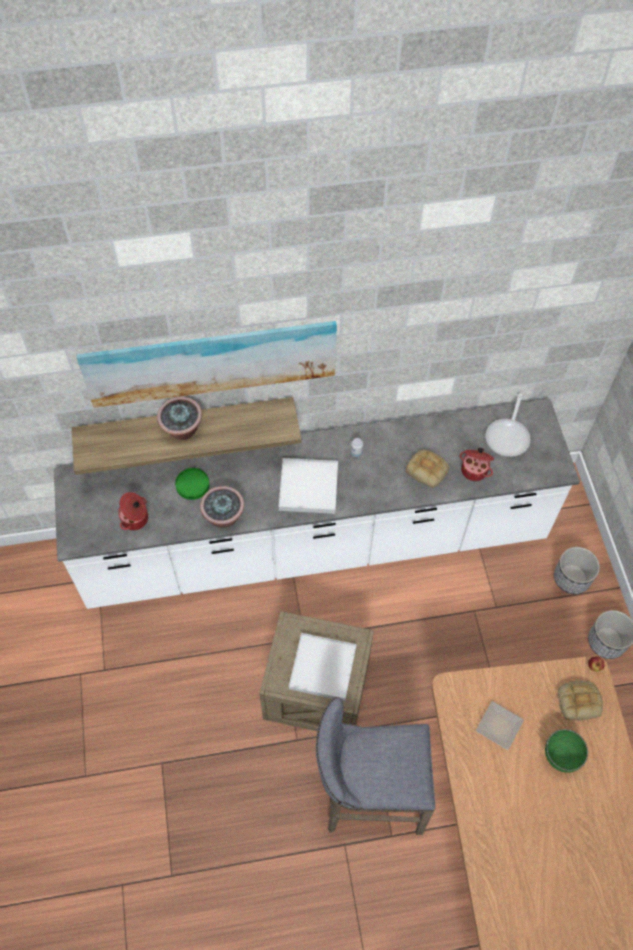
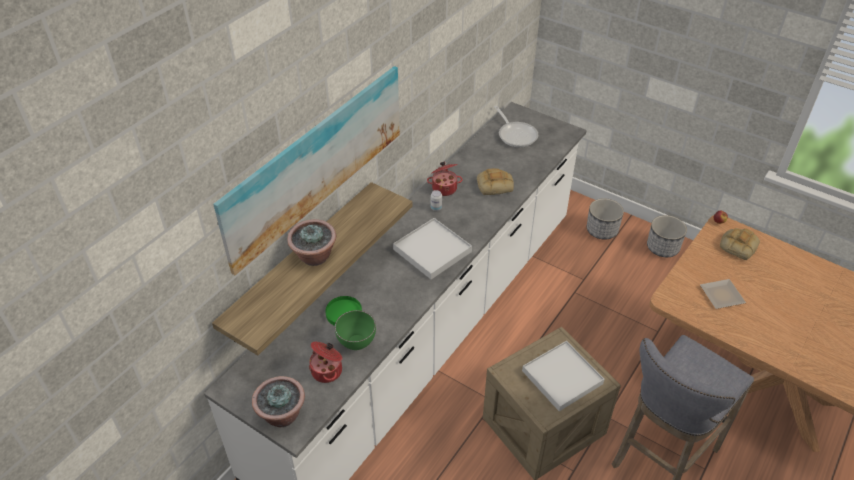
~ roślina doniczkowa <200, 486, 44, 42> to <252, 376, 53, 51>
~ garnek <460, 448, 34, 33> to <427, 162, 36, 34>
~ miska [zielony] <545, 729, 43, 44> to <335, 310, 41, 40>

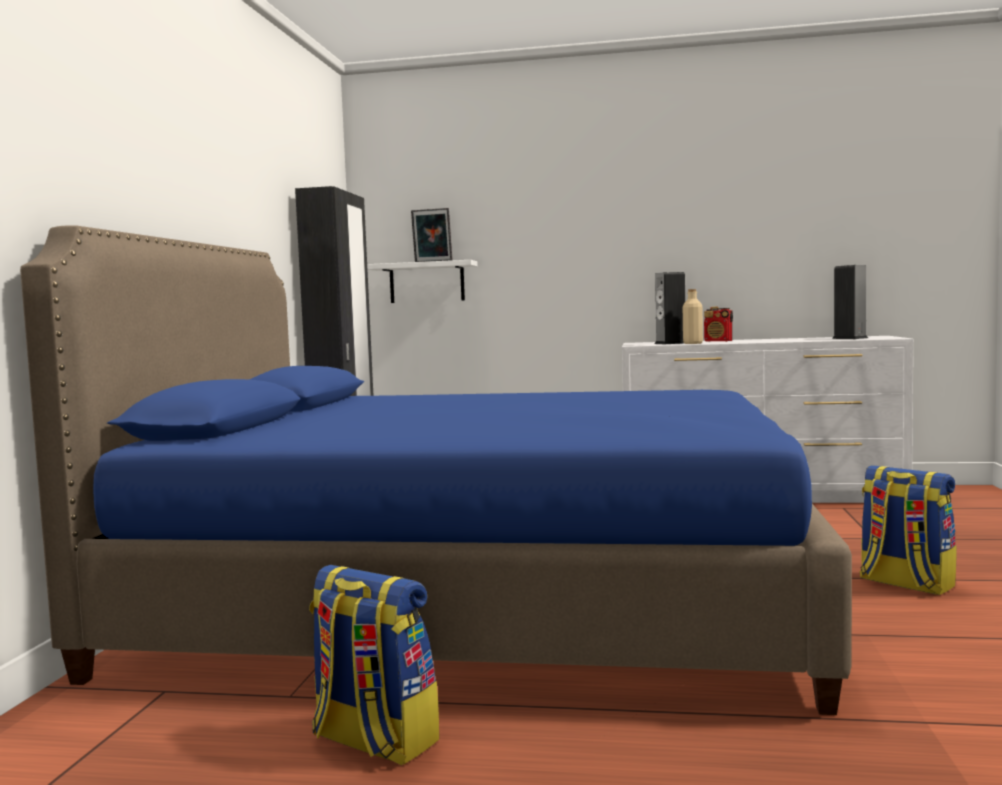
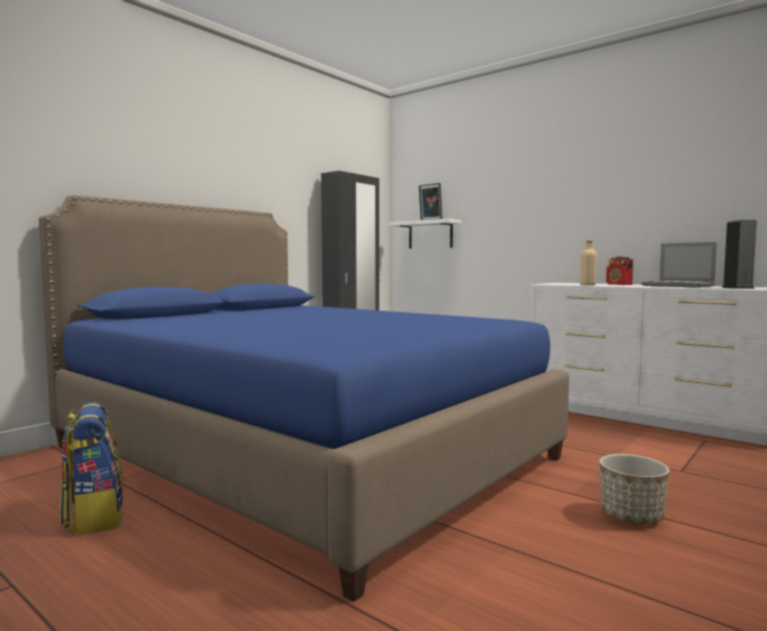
- głośnik <654, 272, 31, 72>
+ laptop <641, 242, 76, 45>
~ plecak <860, 465, 96, 130> to donica <599, 454, 71, 71>

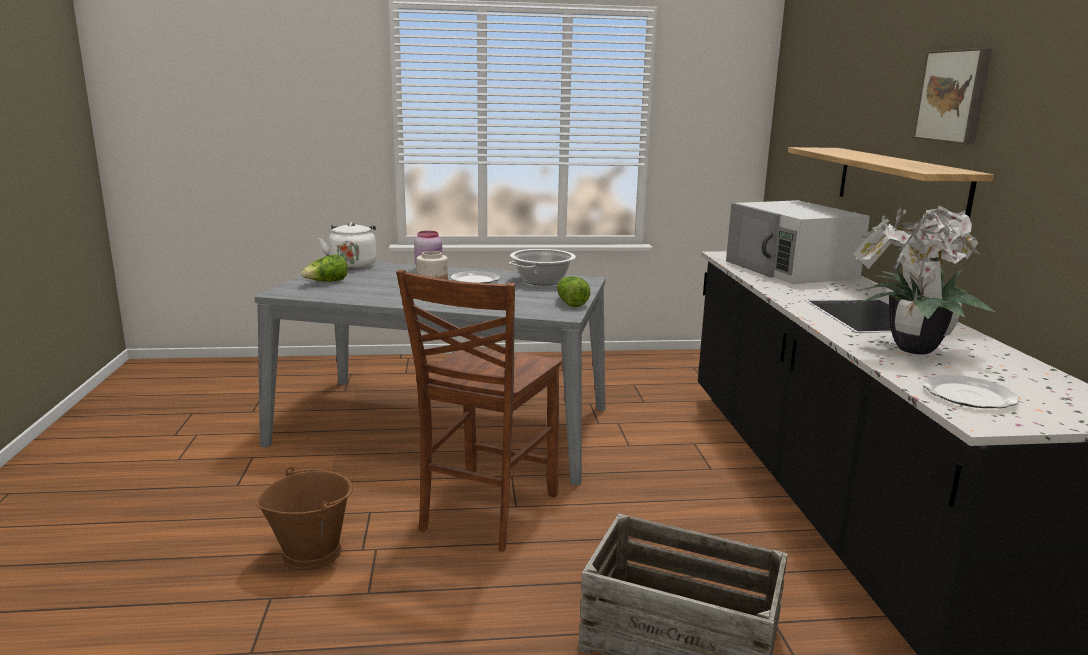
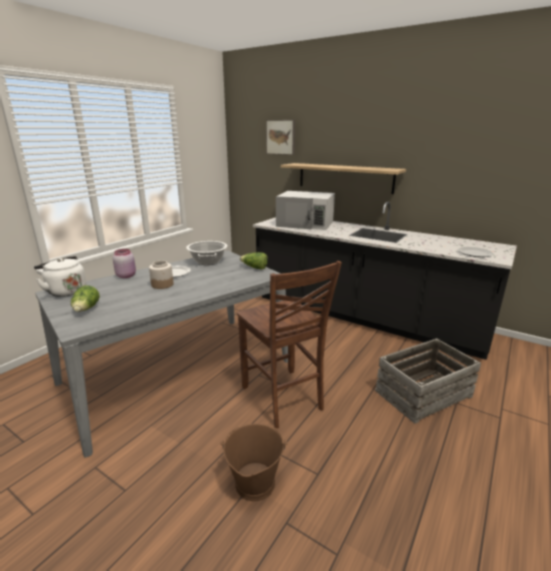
- roślina doniczkowa <854, 205, 141, 150>
~ obraz <913, 48, 79, 96> to <266, 120, 29, 35>

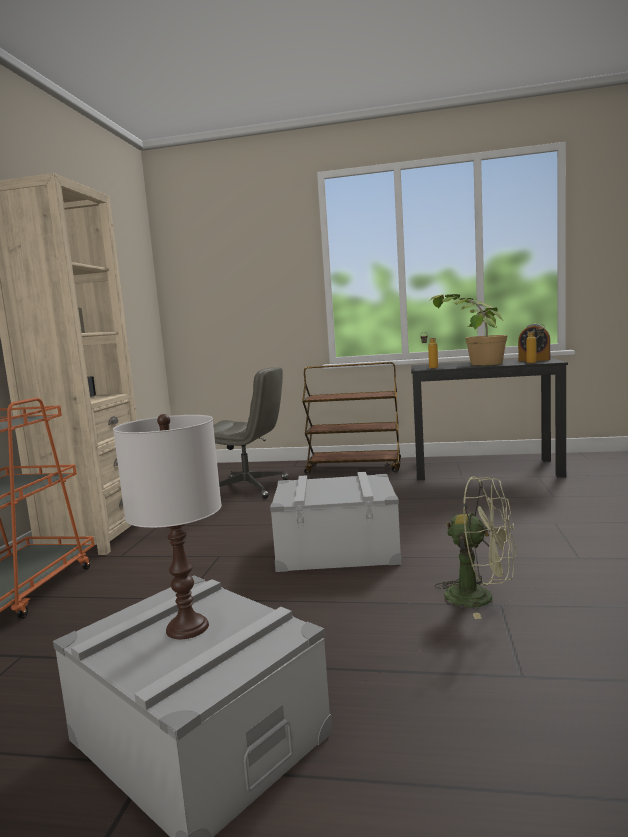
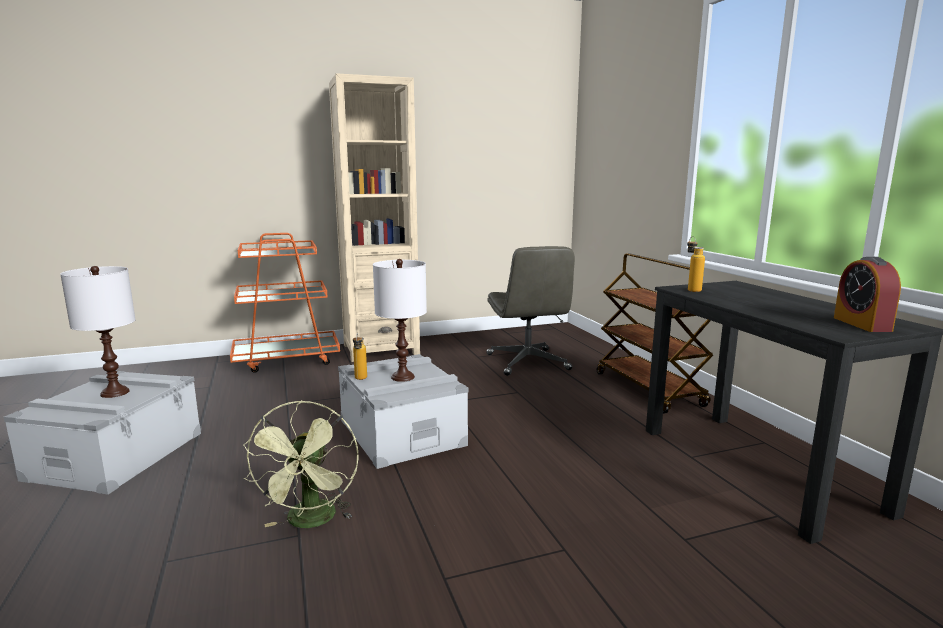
- roślina doniczkowa <429, 294, 78, 72>
+ lampa stołowa [biały] <373, 259, 54, 123>
~ butelka <526, 324, 19, 39> to <353, 333, 14, 47>

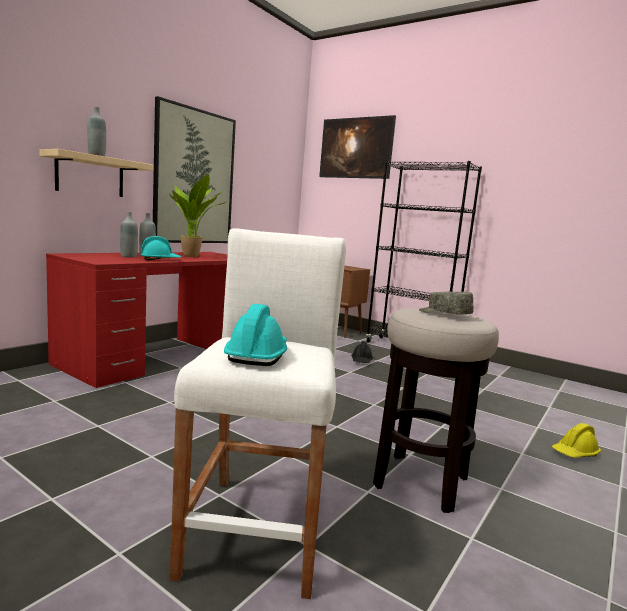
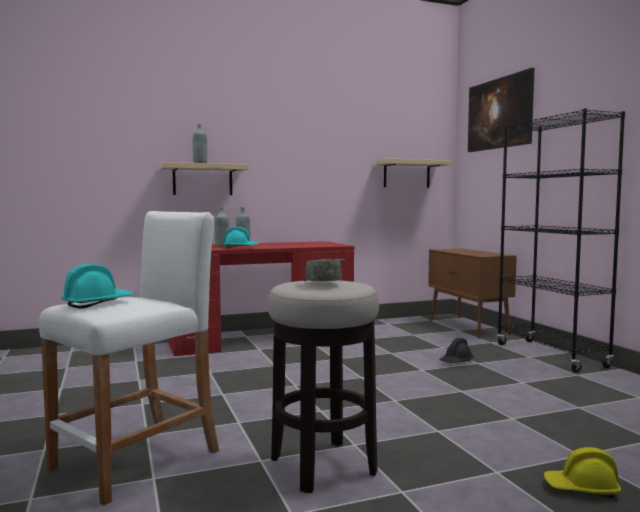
- obraz <153, 96, 83, 147>
- roślina doniczkowa <169, 174, 58, 83>
+ półka [beżowy] <375, 158, 76, 30>

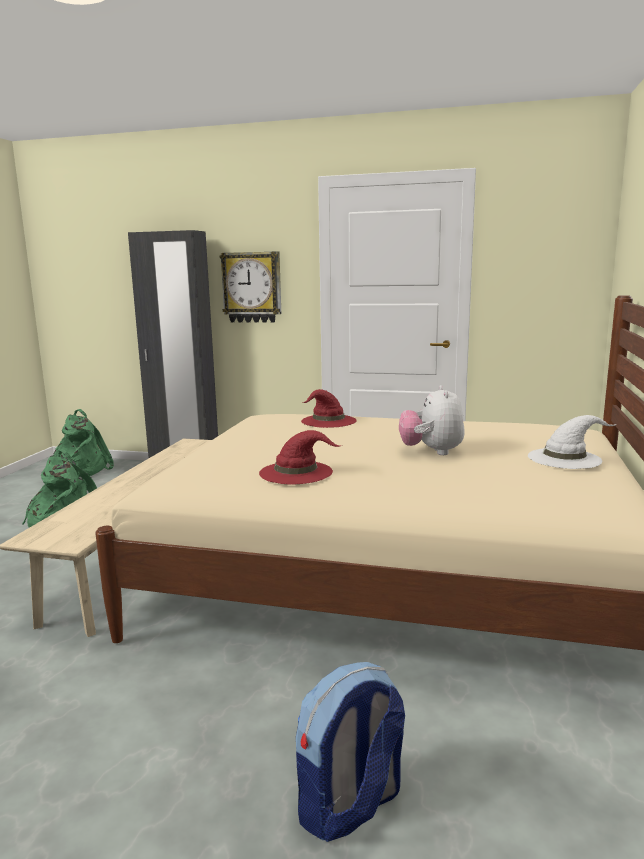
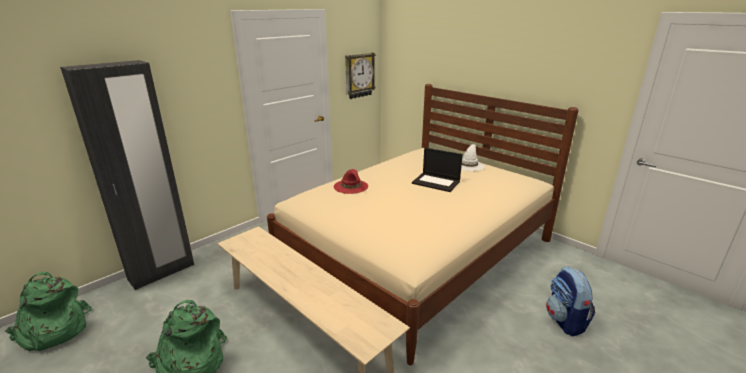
- kapelusz [czerwony] <259, 430, 83, 55>
~ zegar ścienny <220, 252, 61, 71> to <345, 52, 31, 47>
~ pluszak <399, 385, 66, 70> to laptop <412, 148, 51, 44>

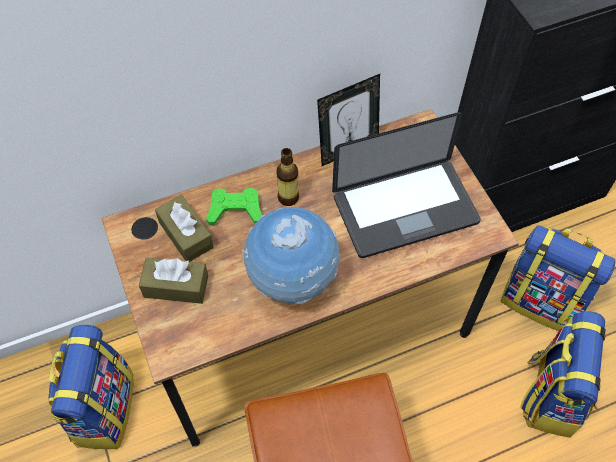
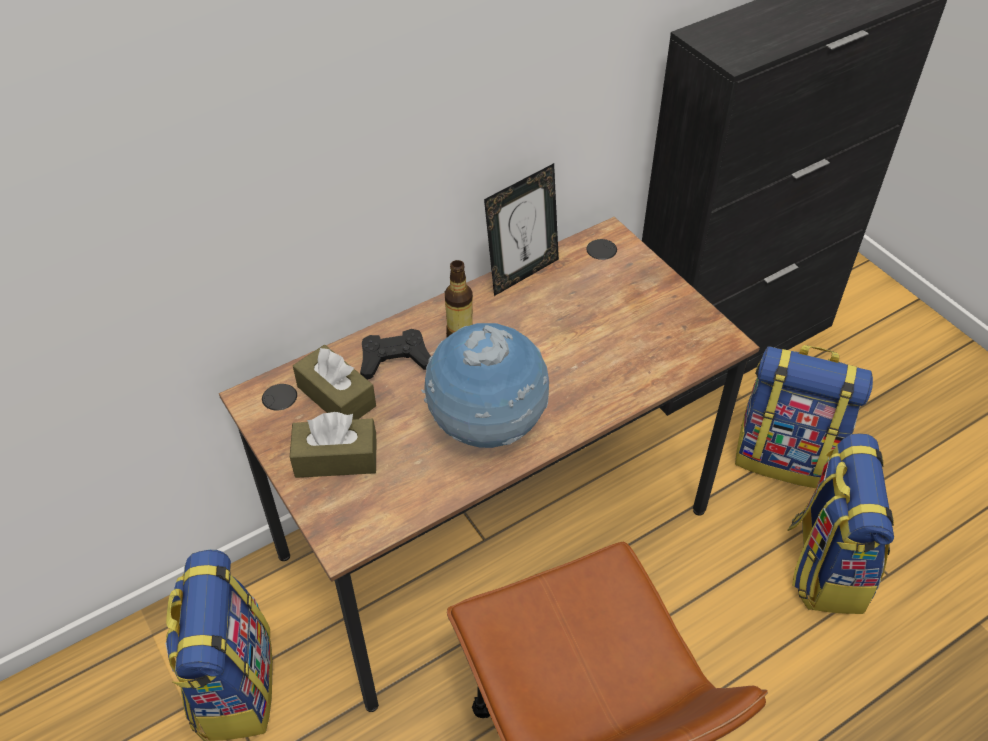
- laptop <332, 112, 149, 146>
~ pad do gier [zielony] <206, 188, 56, 37> to pad do gier [czarny] <360, 329, 71, 51>

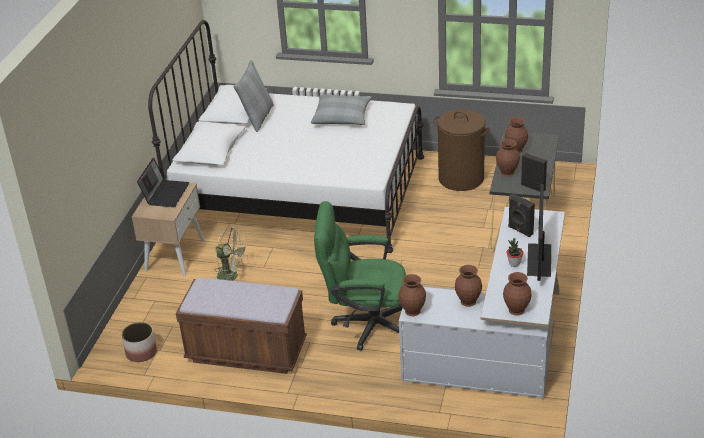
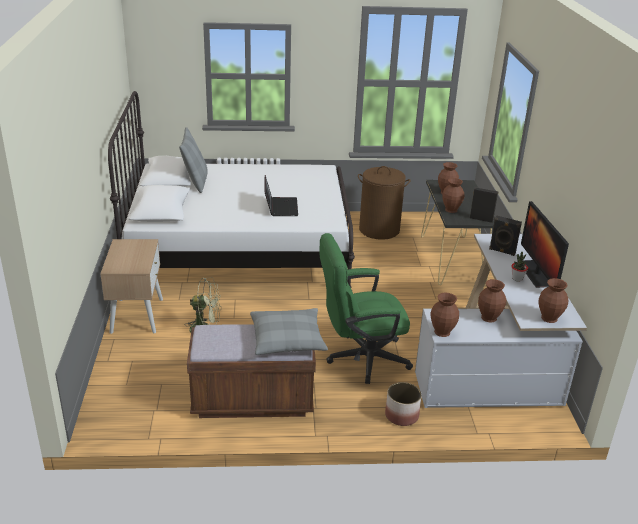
~ donica <122, 322, 35, 40> to <385, 382, 37, 44>
~ laptop <137, 158, 52, 49> to <265, 175, 33, 41>
~ poduszka [szary] <311, 95, 61, 30> to <250, 308, 78, 47>

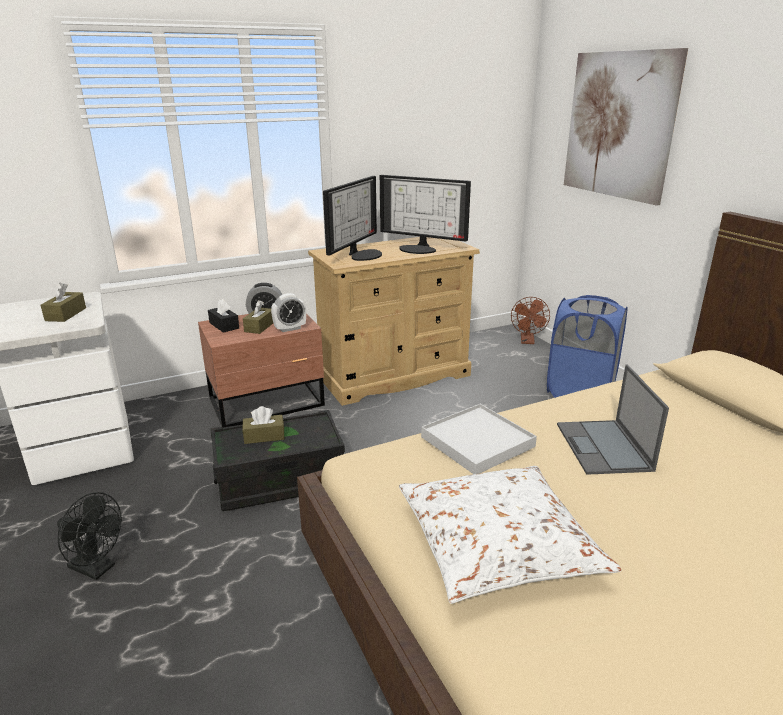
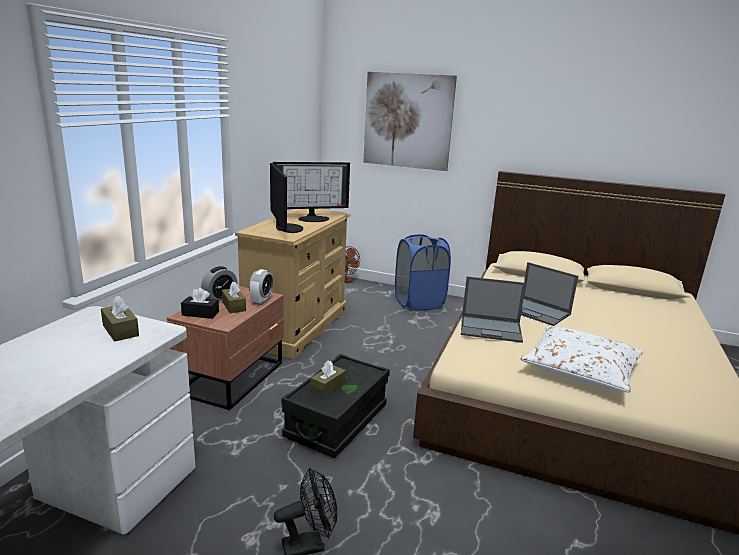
~ taca [biały] <421, 404, 116, 70> to laptop <461, 276, 65, 67>

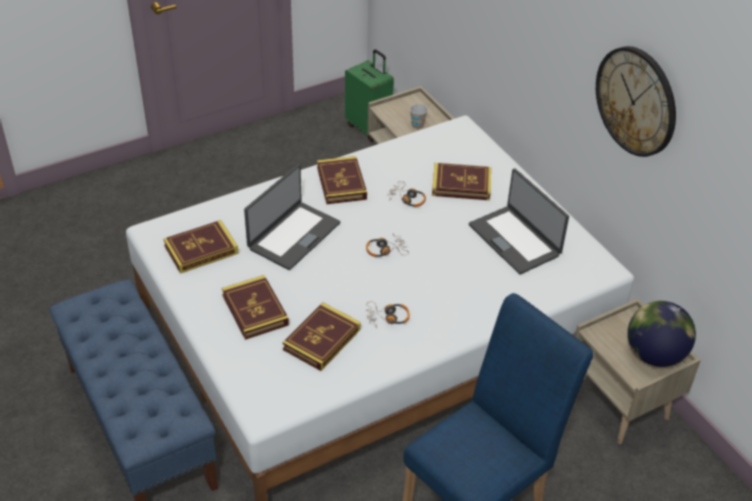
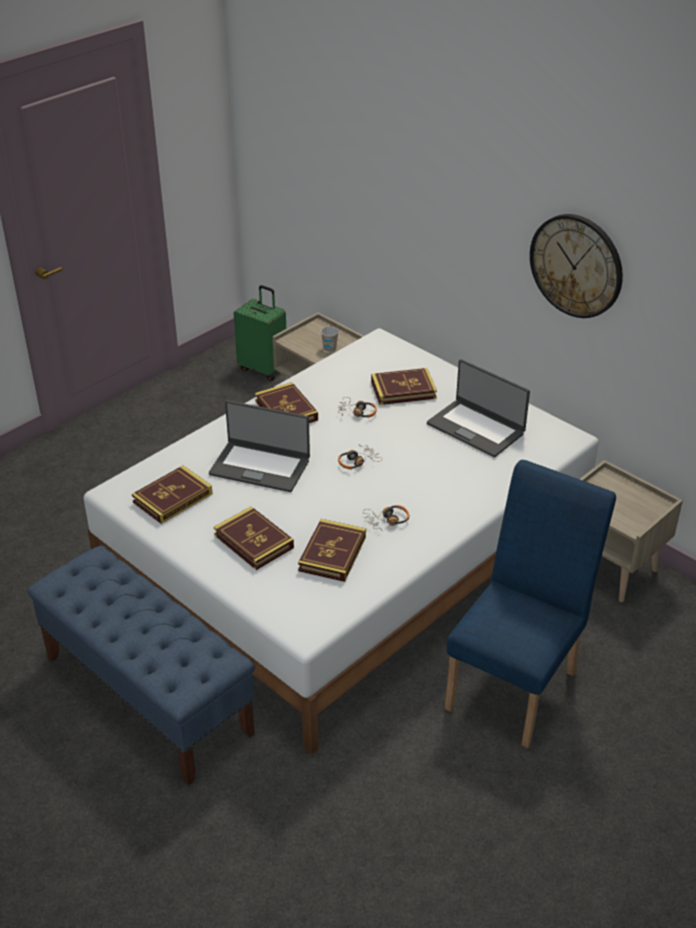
- globus <628, 301, 68, 66>
~ laptop <244, 164, 96, 106> = <209, 400, 101, 92> 90 degrees clockwise

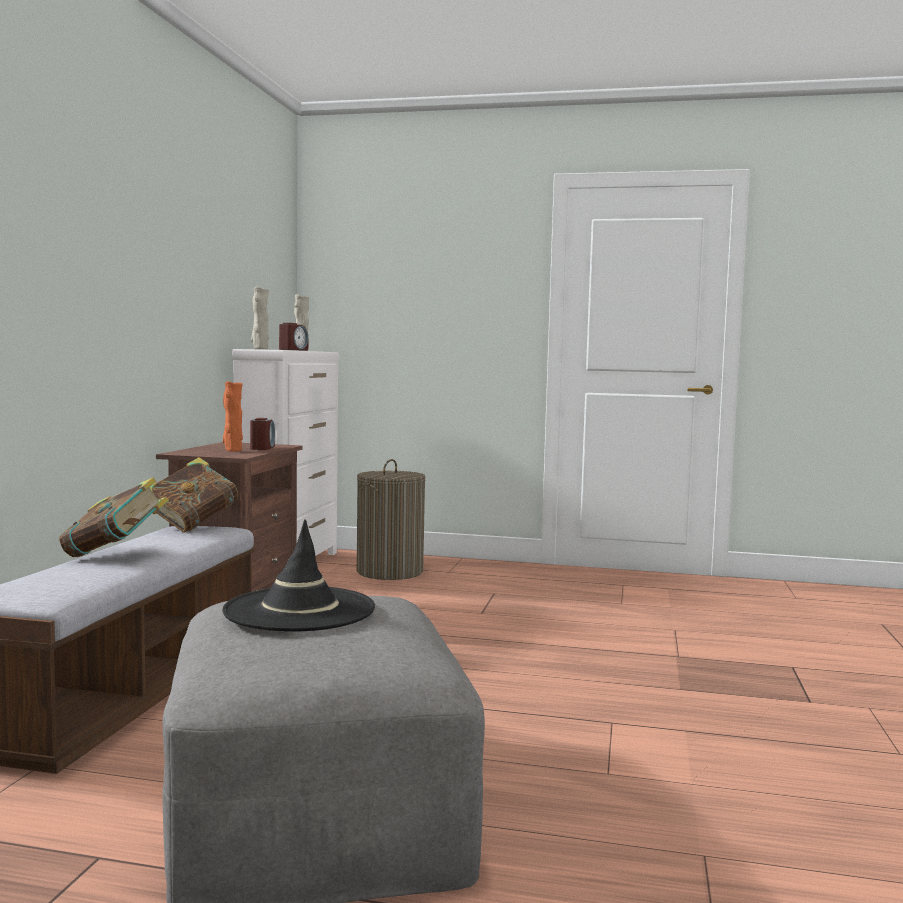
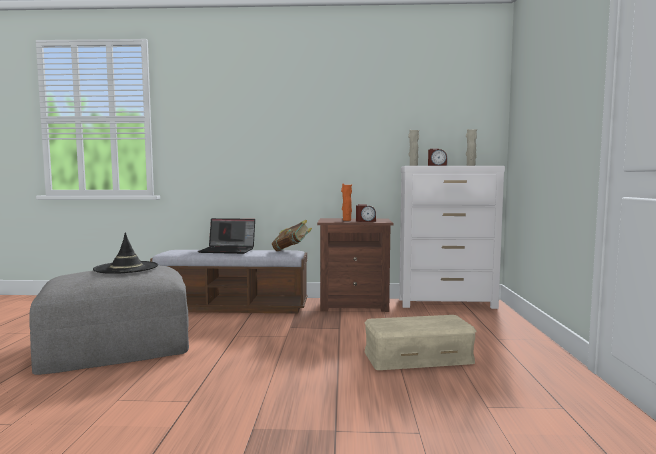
- kosz na pranie <357, 459, 69, 121>
+ pojemnik do przechowywania [beżowy] <365, 315, 111, 55>
~ książka <59, 477, 110, 80> to laptop <198, 218, 57, 36>

